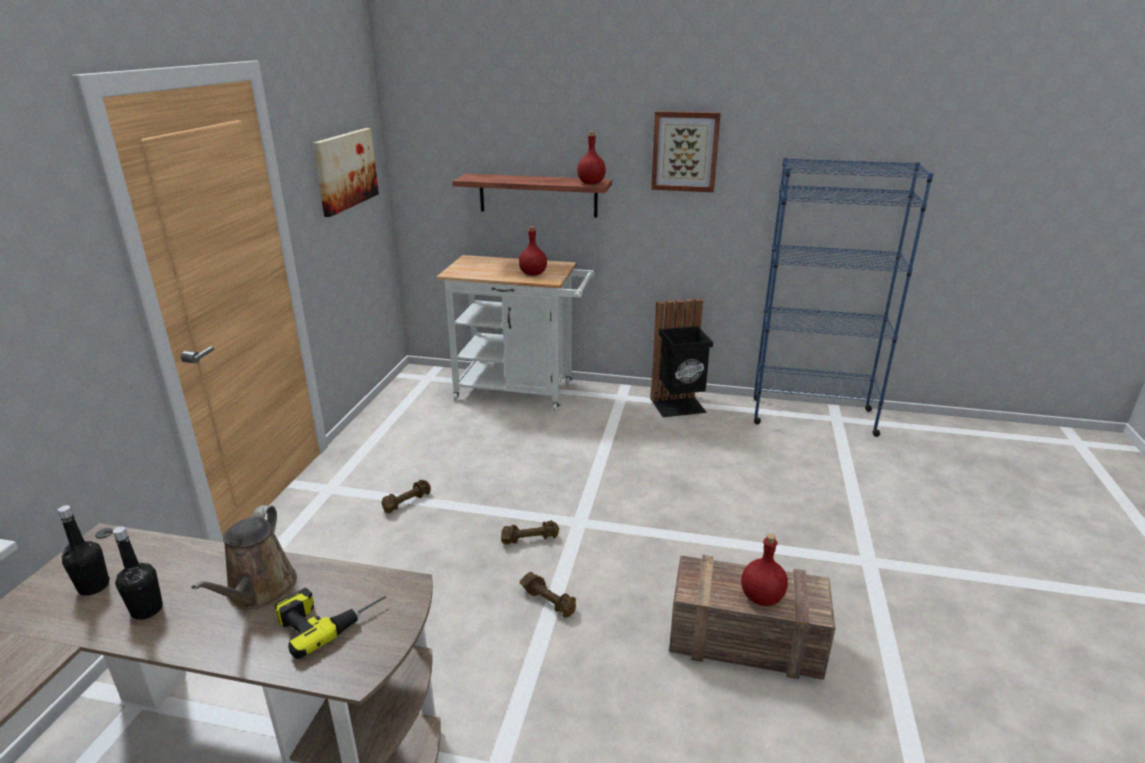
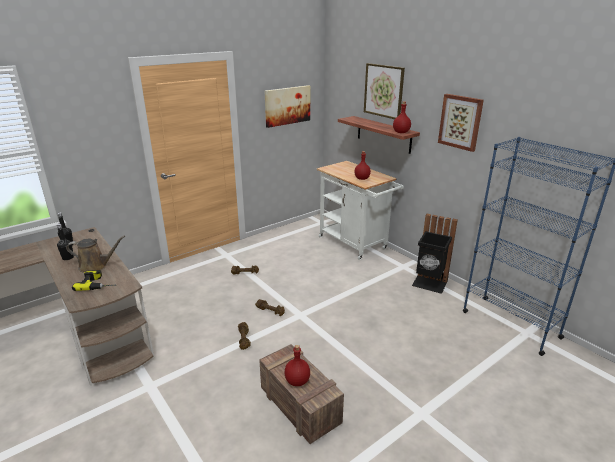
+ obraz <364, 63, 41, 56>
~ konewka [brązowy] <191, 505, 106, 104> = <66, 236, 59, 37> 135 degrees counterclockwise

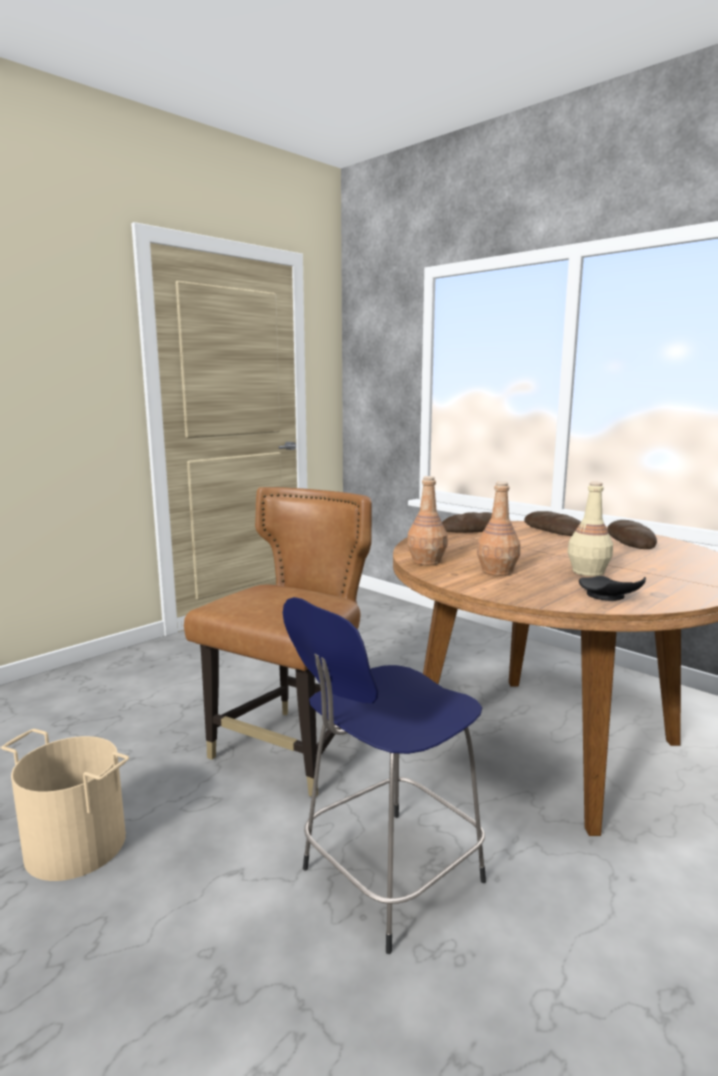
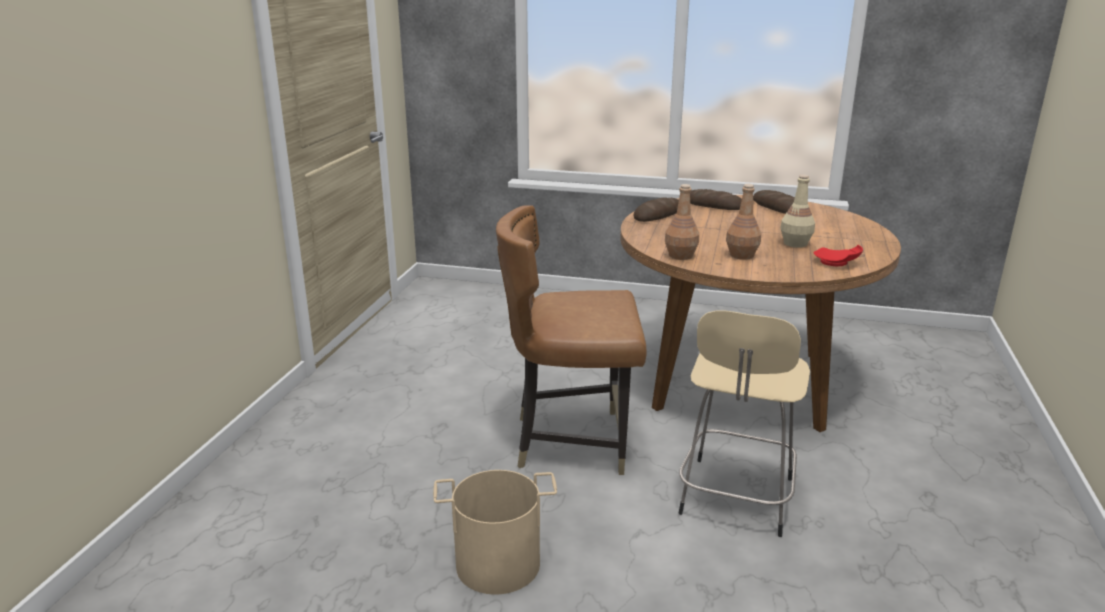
~ stołek [niebieski] <283, 597, 203, 357> to stołek [beżowy] <678, 310, 132, 227>
~ talerz [czarny] <579, 576, 67, 25> to talerz [czerwony] <814, 245, 49, 21>
~ krzesło [brązowy] <184, 487, 188, 310> = <496, 205, 151, 270> 90 degrees counterclockwise

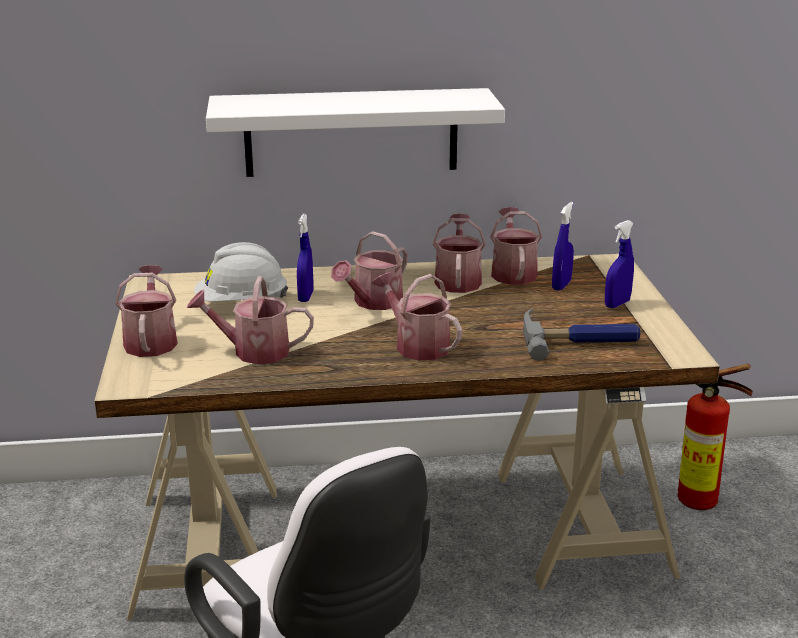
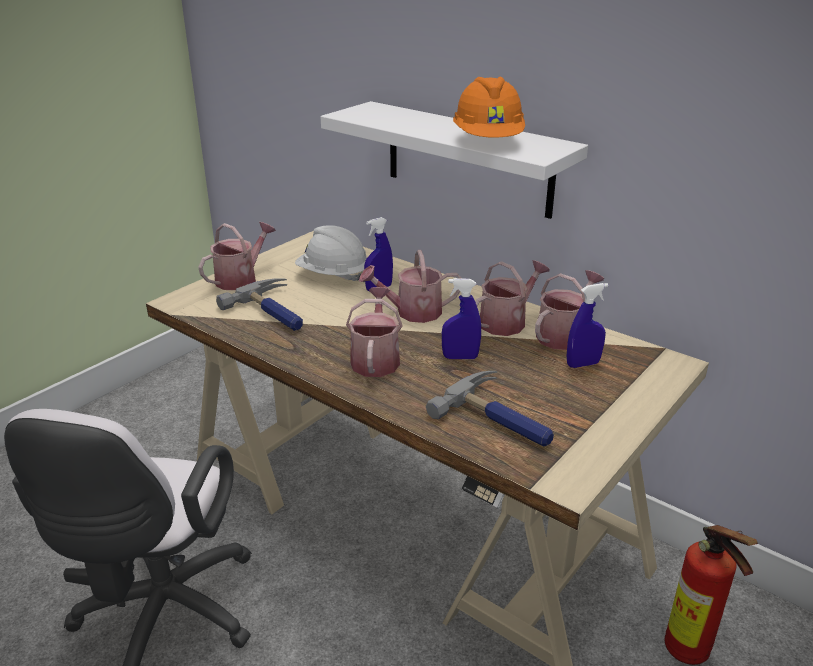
+ kask [pomarańczowy] <453, 77, 72, 61>
~ spryskiwacz [niebieski] <605, 220, 29, 88> to <442, 278, 39, 81>
~ konewka <187, 276, 127, 88> to młotek <216, 278, 87, 53>

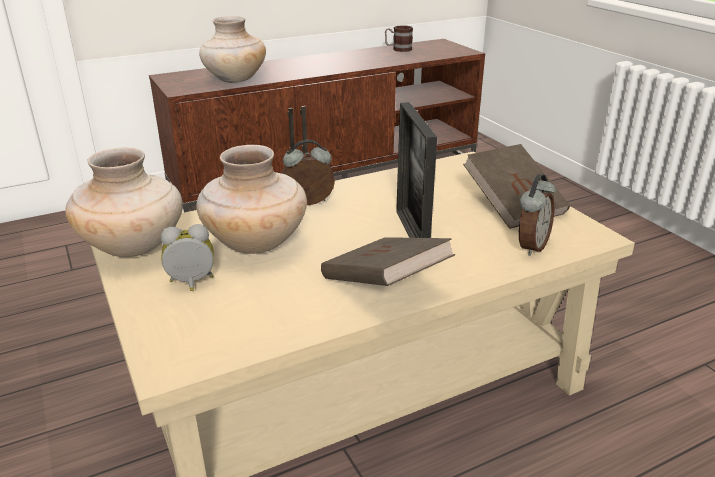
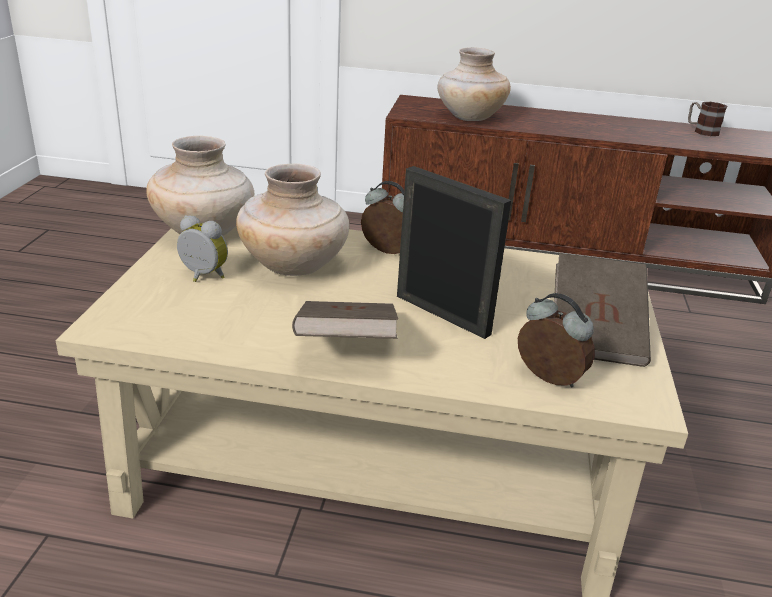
~ ramka na zdjęcie <396, 102, 41, 136> = <397, 166, 114, 173> 105 degrees clockwise
~ budzik <519, 174, 37, 82> = <518, 293, 77, 95> 120 degrees counterclockwise

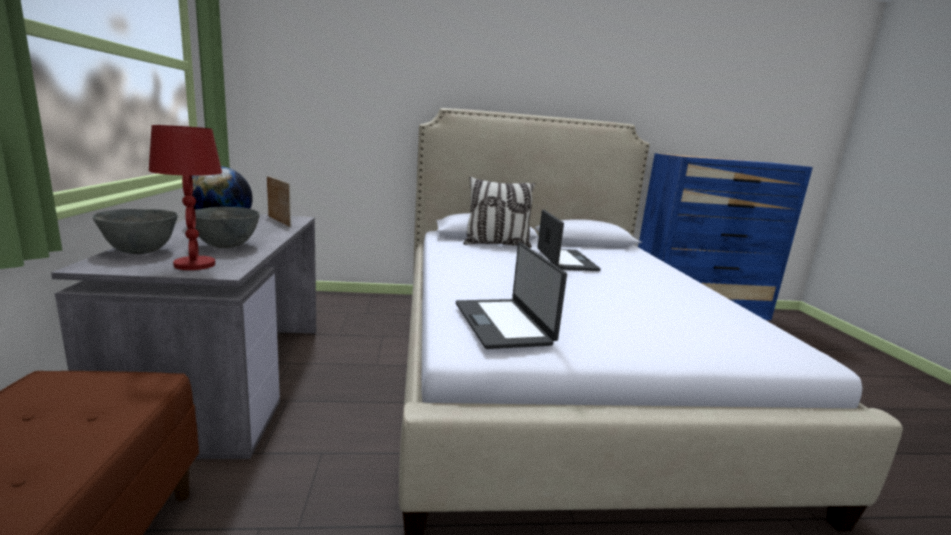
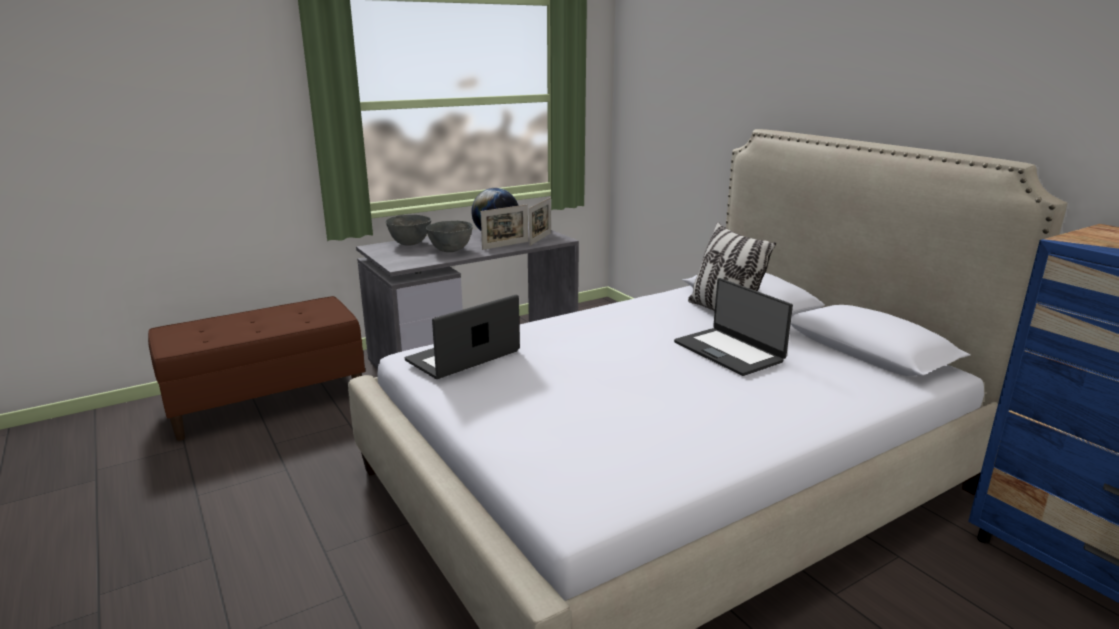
- lampa stołowa [czerwony] <149, 125, 73, 145>
+ ramka na zdjęcie <480, 204, 48, 46>
~ laptop <537, 210, 64, 61> = <674, 278, 119, 98> 90 degrees clockwise

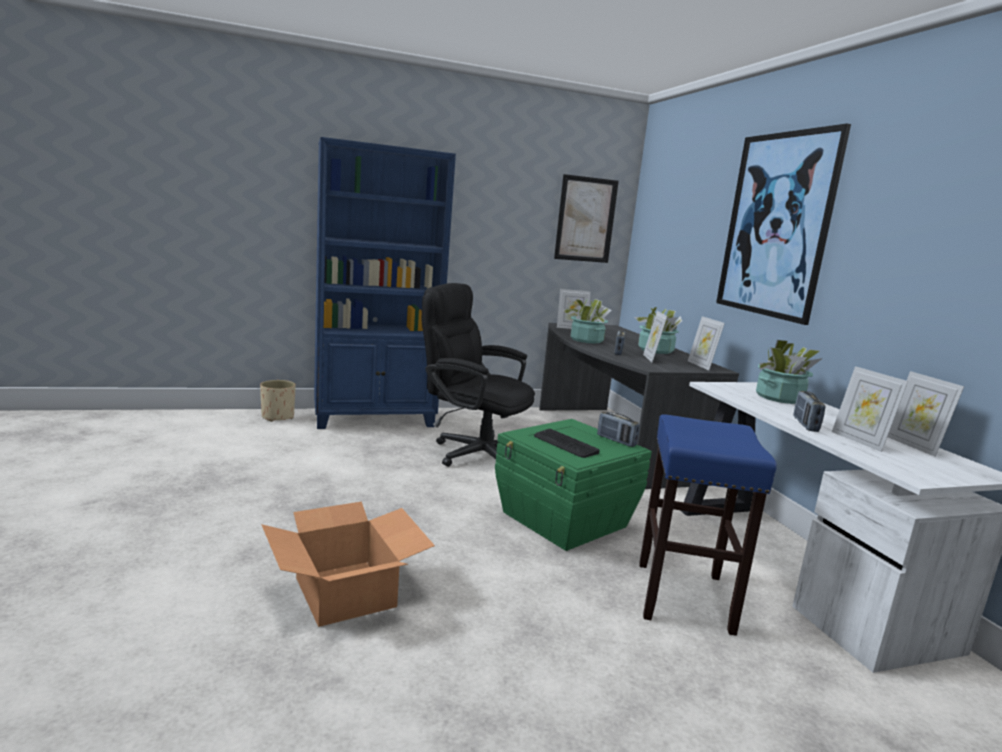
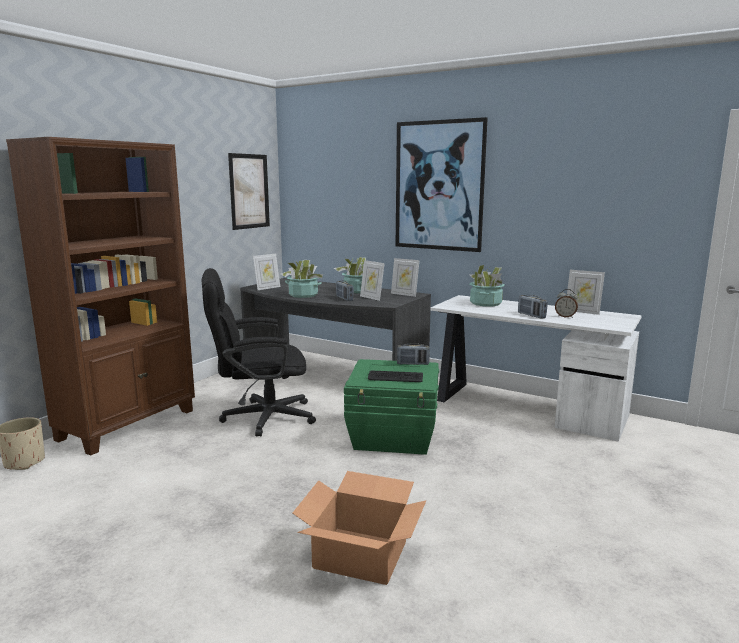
- stołek [niebieski] <639, 415, 138, 221>
~ ramka na zdjęcie <832, 366, 76, 86> to budzik <555, 289, 23, 29>
~ regał [niebieski] <314, 137, 142, 292> to regał [brązowy] <6, 137, 189, 318>

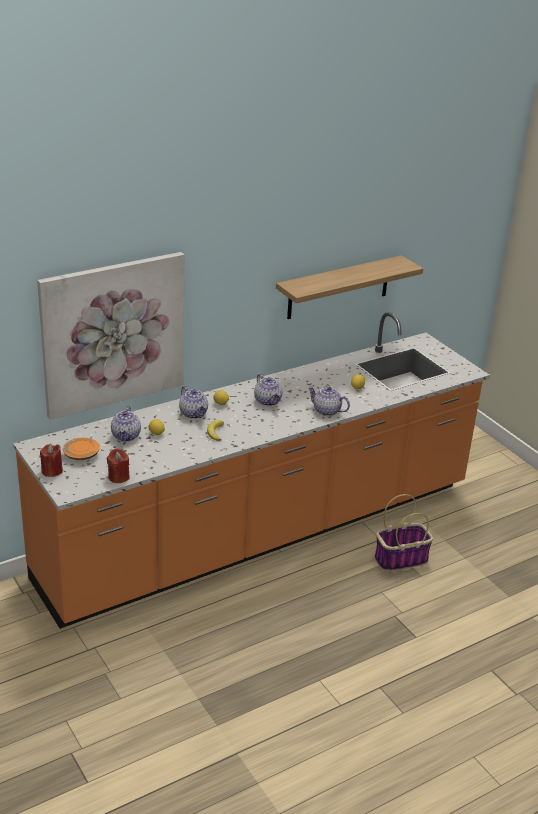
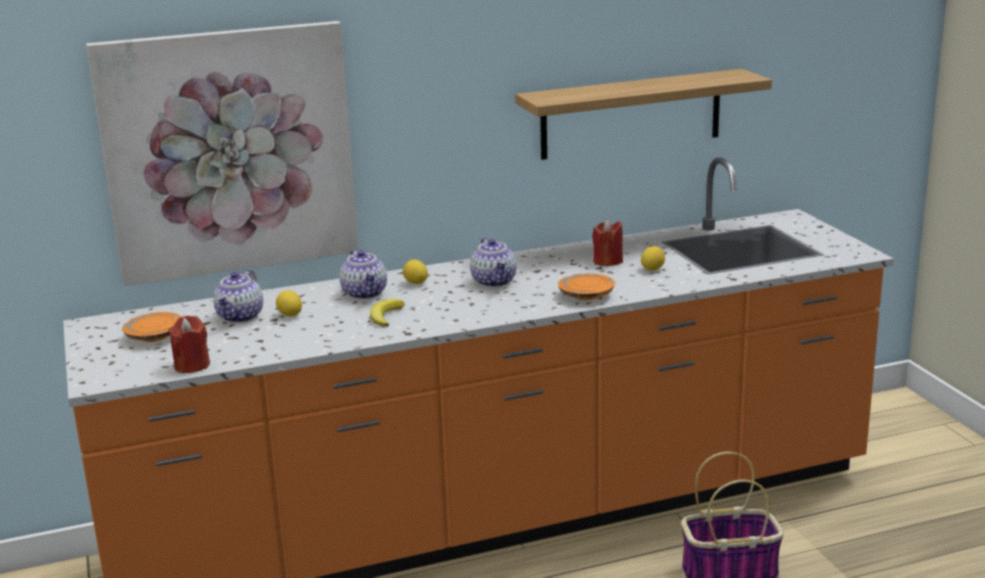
~ świeca [czerwony] <40, 444, 23, 33> to <592, 219, 31, 47>
~ imbryk <308, 386, 42, 30> to talerz [pomarańczowy] <558, 273, 57, 27>

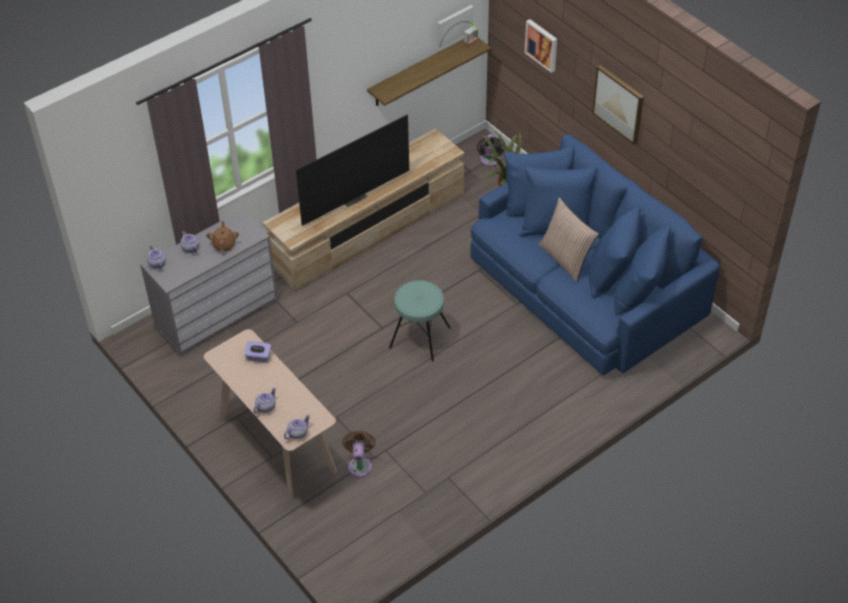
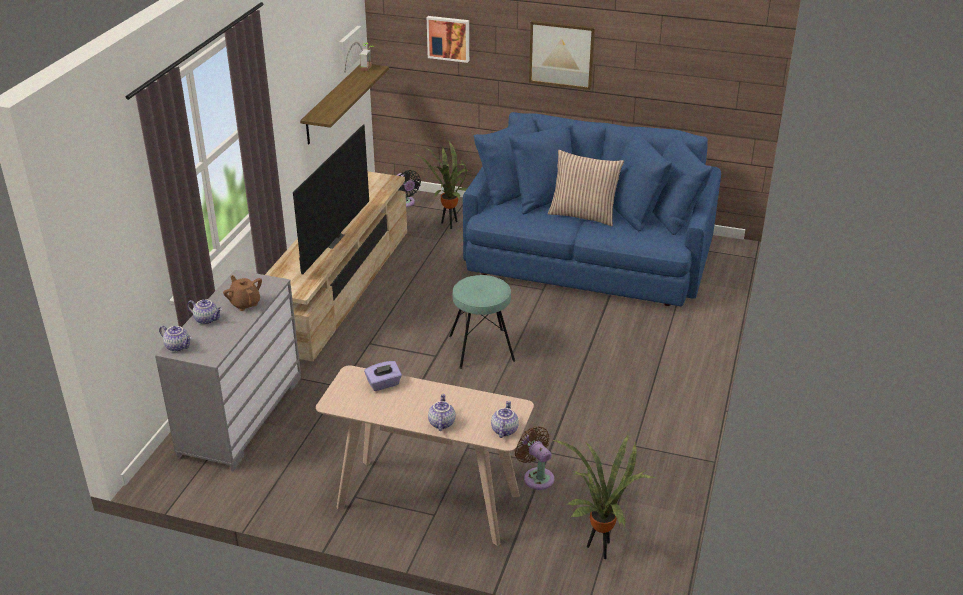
+ roślina doniczkowa <552, 434, 103, 125>

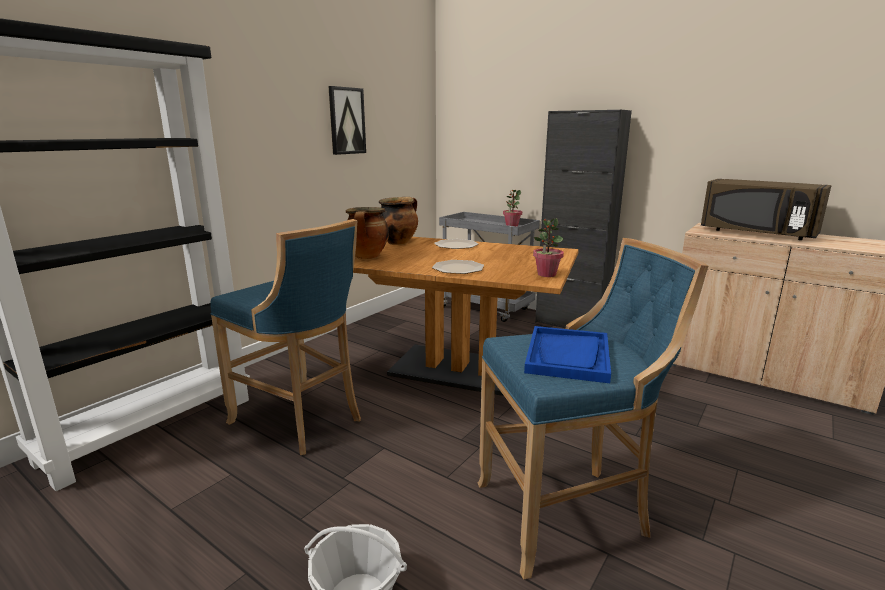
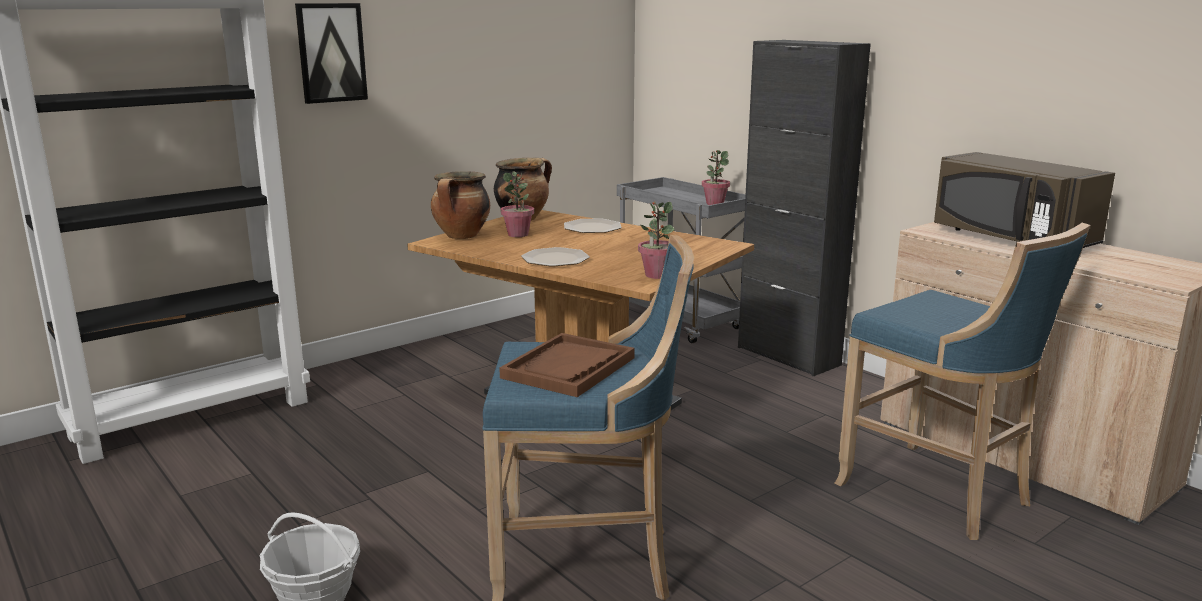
+ roślina doniczkowa <501, 171, 33, 66>
~ stołek [niebieski] <210, 219, 151, 236> to <835, 223, 255, 317>
~ obraz <328, 86, 38, 69> to <295, 3, 73, 101>
~ taca [niebieski] <524, 326, 87, 57> to taca [brązowy] <499, 333, 136, 64>

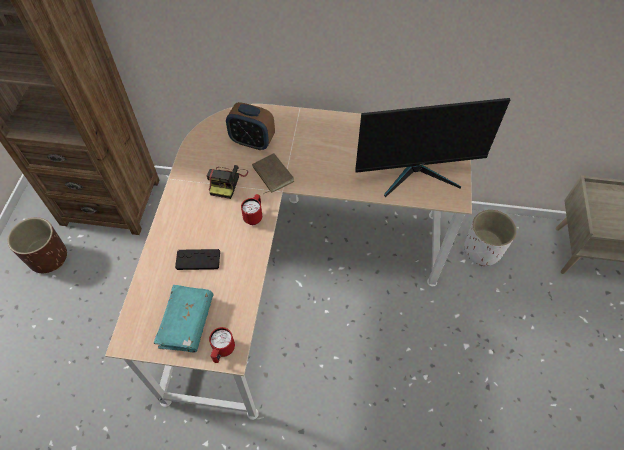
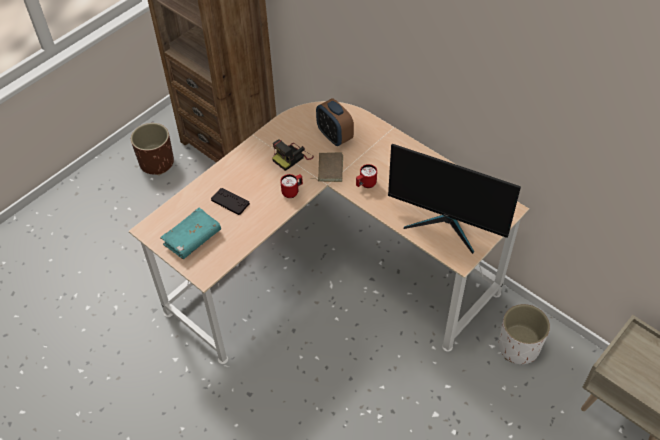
~ kubek [czerwony] <209, 327, 26, 36> to <356, 164, 21, 24>

